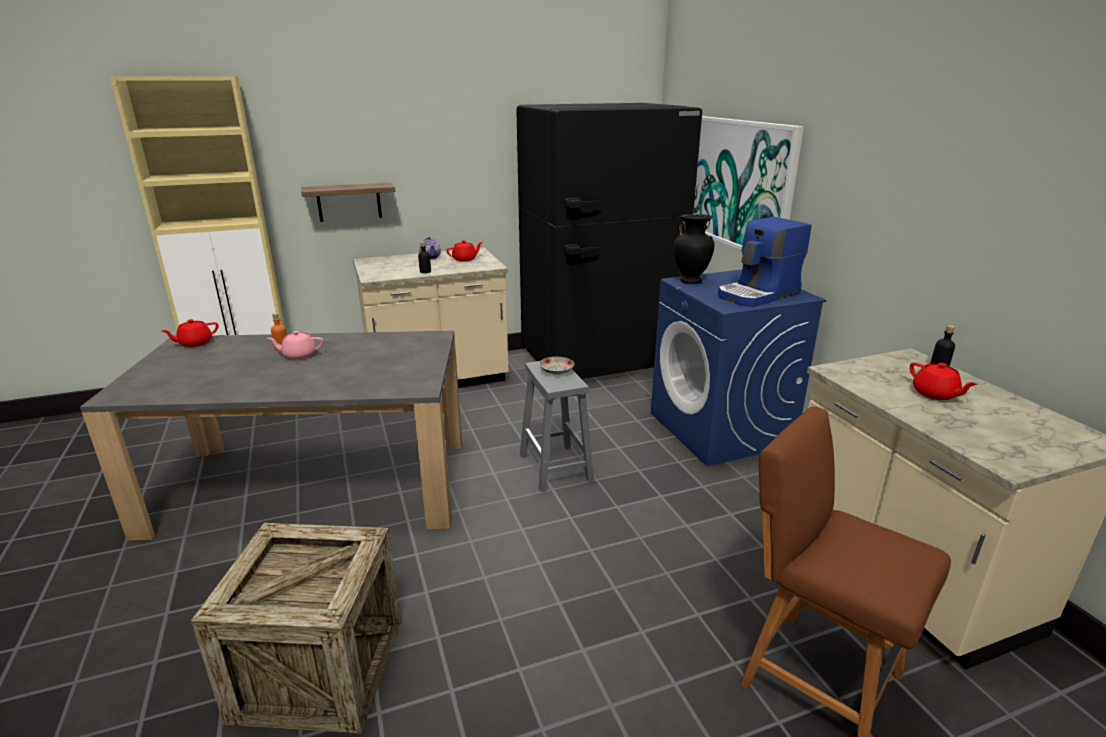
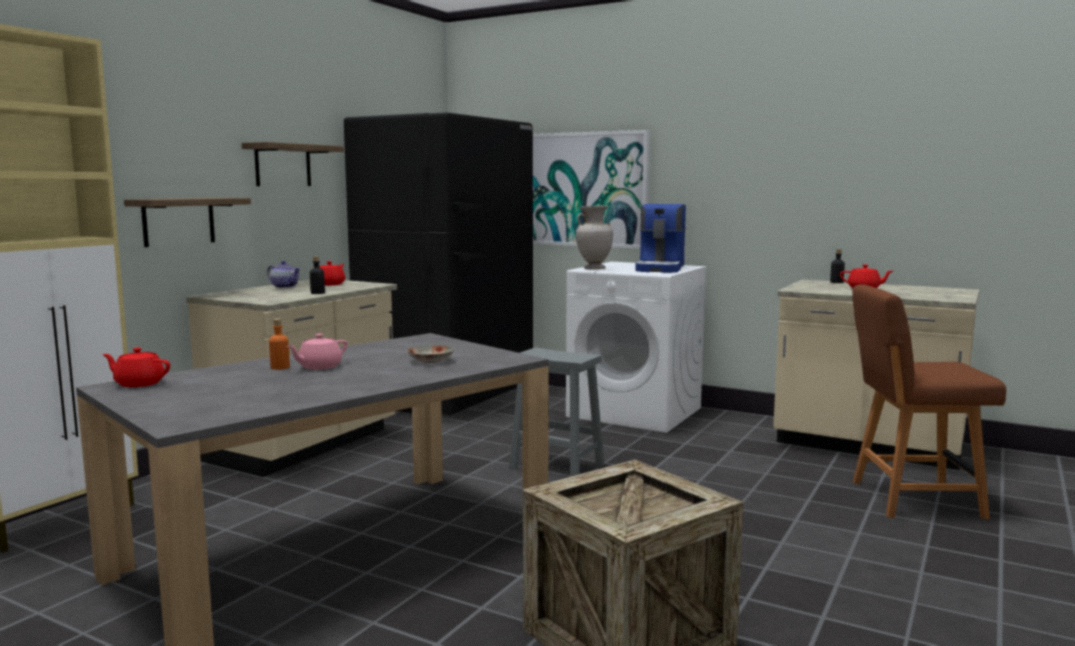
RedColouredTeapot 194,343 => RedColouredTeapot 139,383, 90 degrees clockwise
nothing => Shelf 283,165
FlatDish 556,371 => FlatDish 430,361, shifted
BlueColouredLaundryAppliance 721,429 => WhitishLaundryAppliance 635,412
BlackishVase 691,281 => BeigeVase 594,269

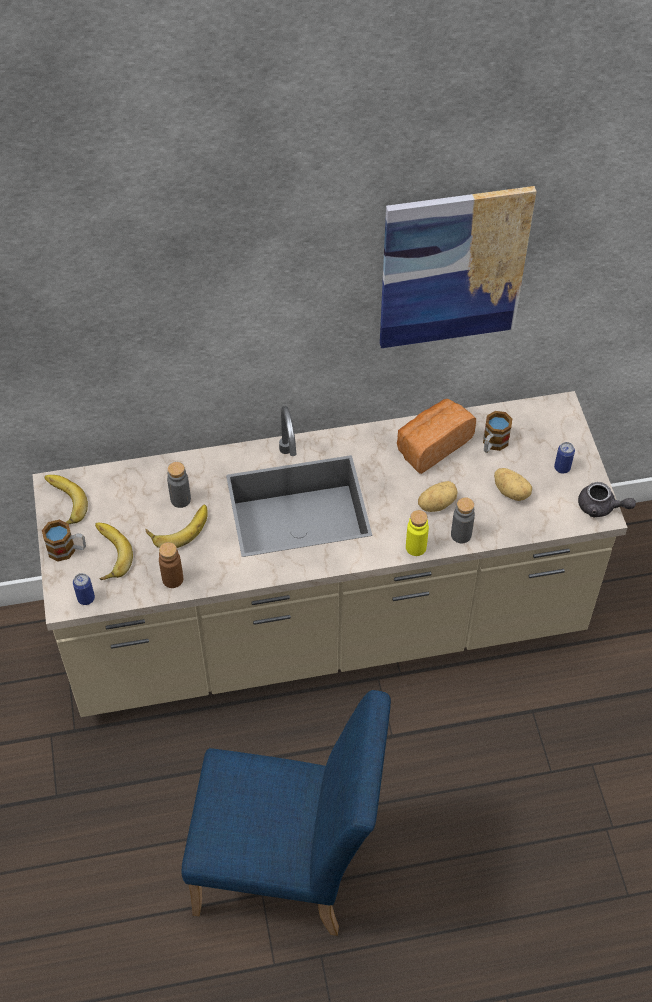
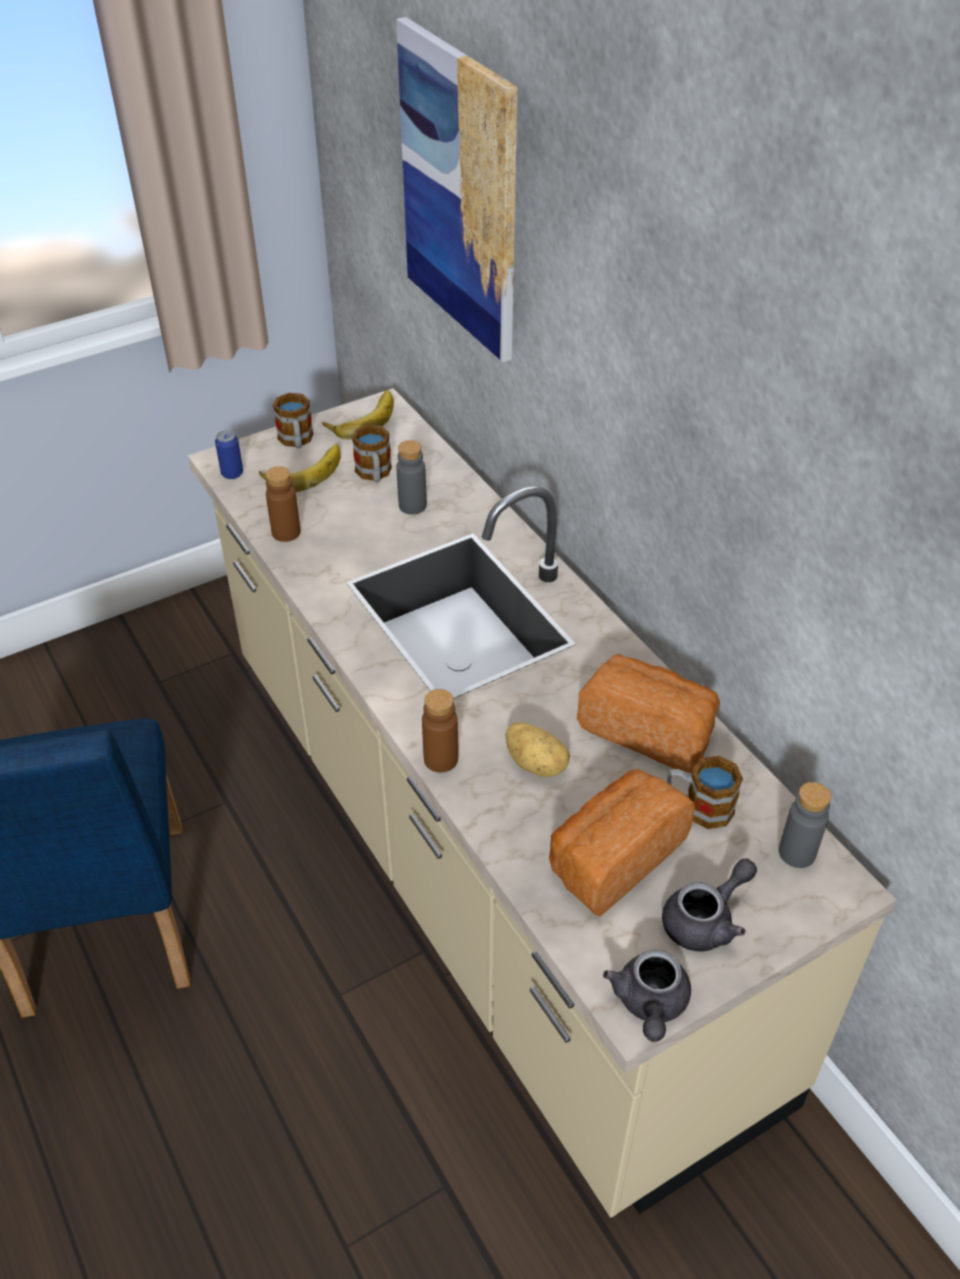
nothing => CoffeeMug 374,474
WallArt 452,268 => WallArt 460,192, shifted
YellowDrinkBottle 416,547 => BrownColouredDrinkBottle 441,759
Potato 511,491 => Bread 613,857
MetalCan 562,468 => GrayTeapot 706,920
GrayDrinkBottle 461,535 => GrayDrinkBottle 797,853, shifted
BananaFruit 178,527 => nothing

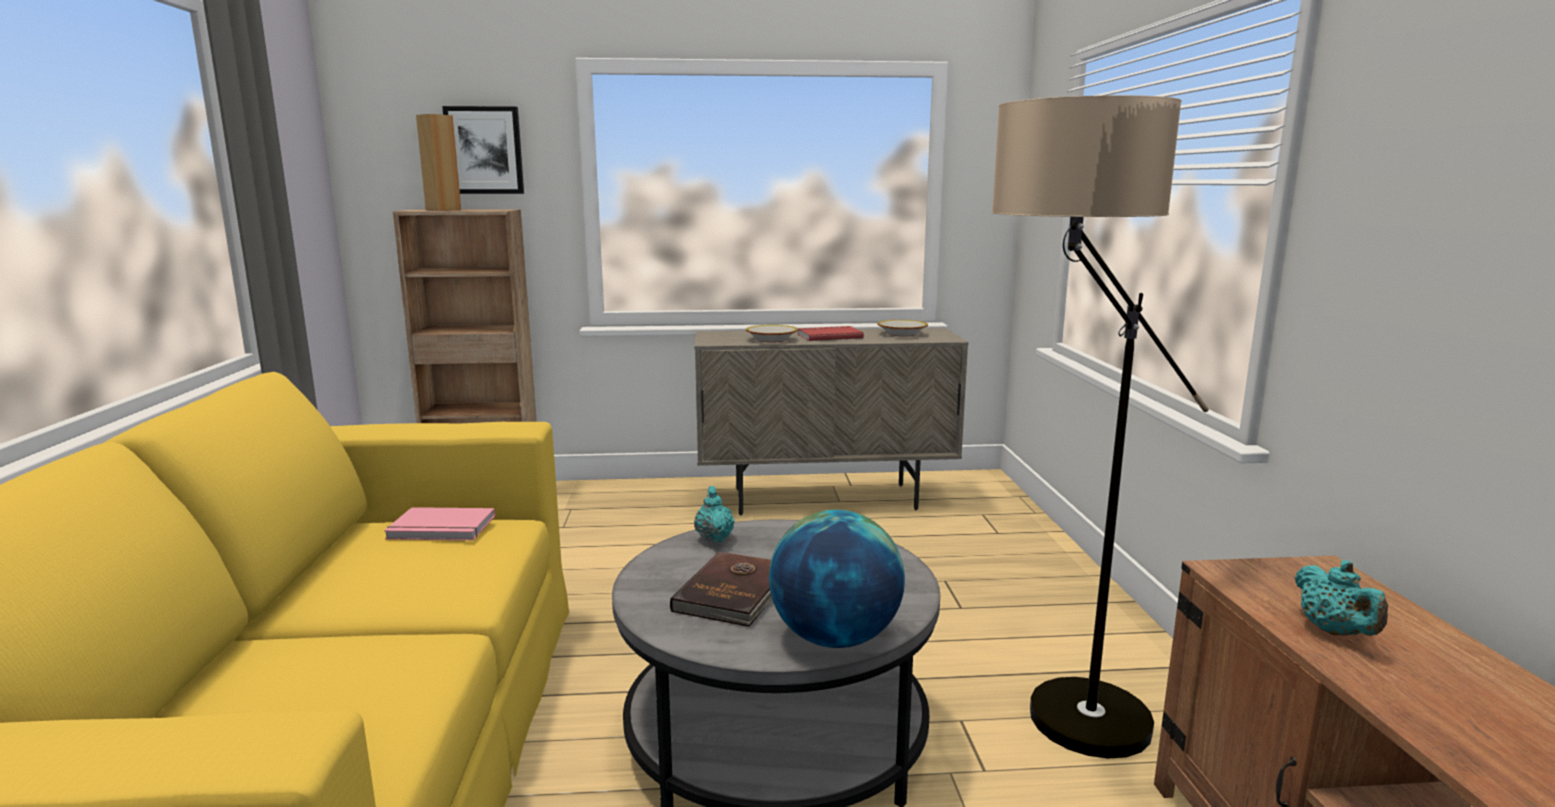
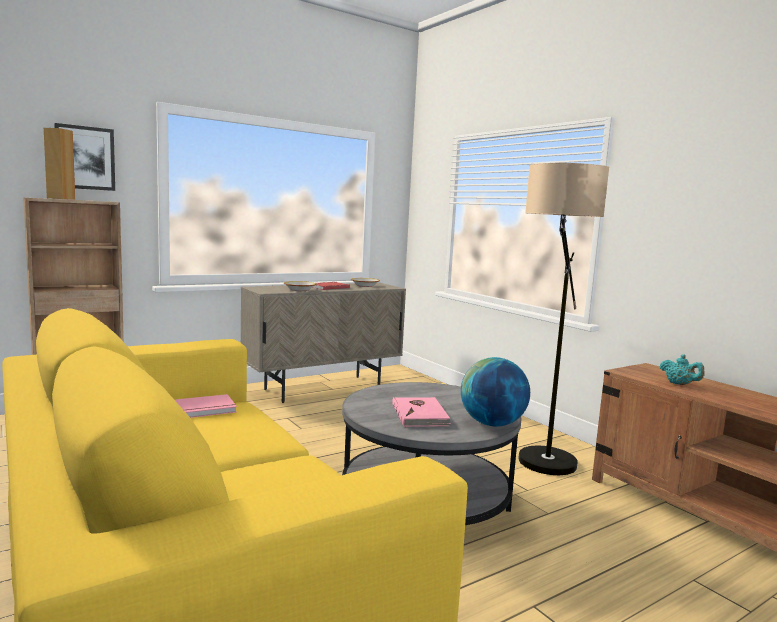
BrownColouredVolume 736,593 => PinkishVolume 421,414
TurquoiseColouredTeapot 714,537 => nothing

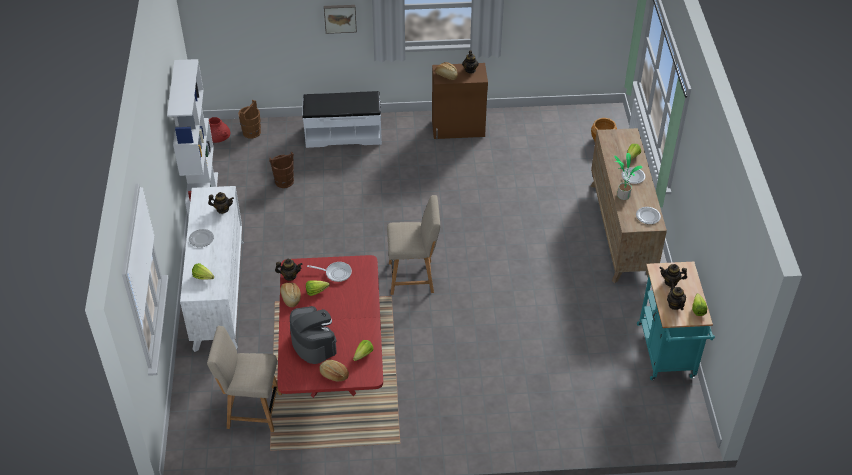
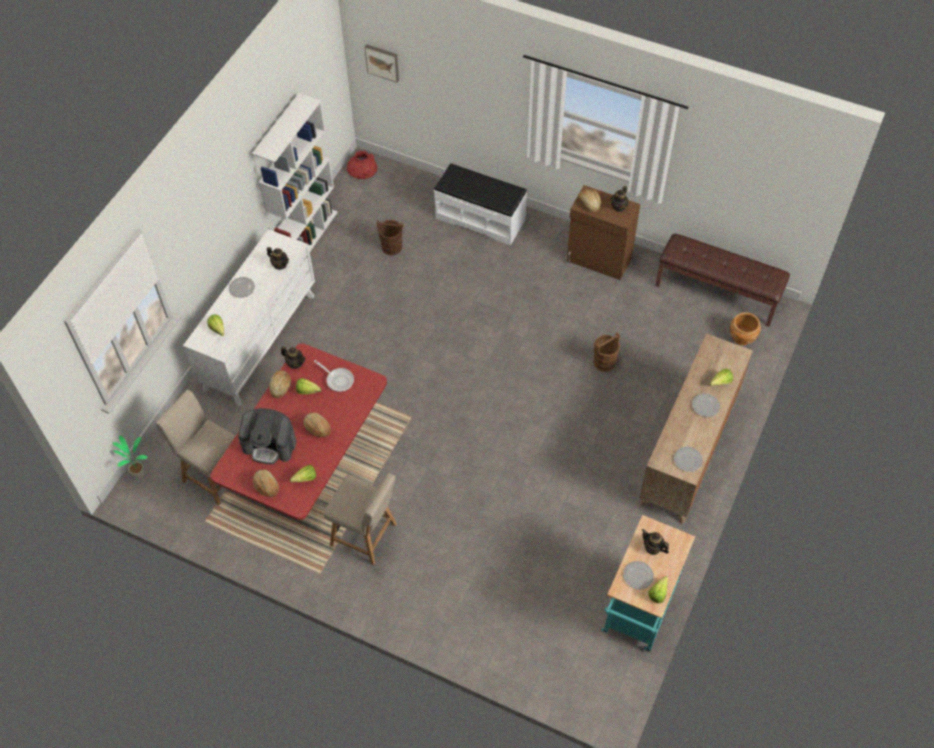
PottedPlant 622,195 => PottedPlant 139,473, shifted
CoffeeBrewer 313,343 => CoffeeBrewer 270,444, 105 degrees clockwise
nothing => Bread 317,428
BeigeChair 414,277 => BeigeChair 366,536, shifted
WallArt 340,18 => WallArt 382,62, shifted
BrownColouredBucket 252,132 => BrownColouredBucket 604,362, shifted
Teapot 675,305 => FlatDish 637,576
nothing => BrownColouredIndoorBench 717,293

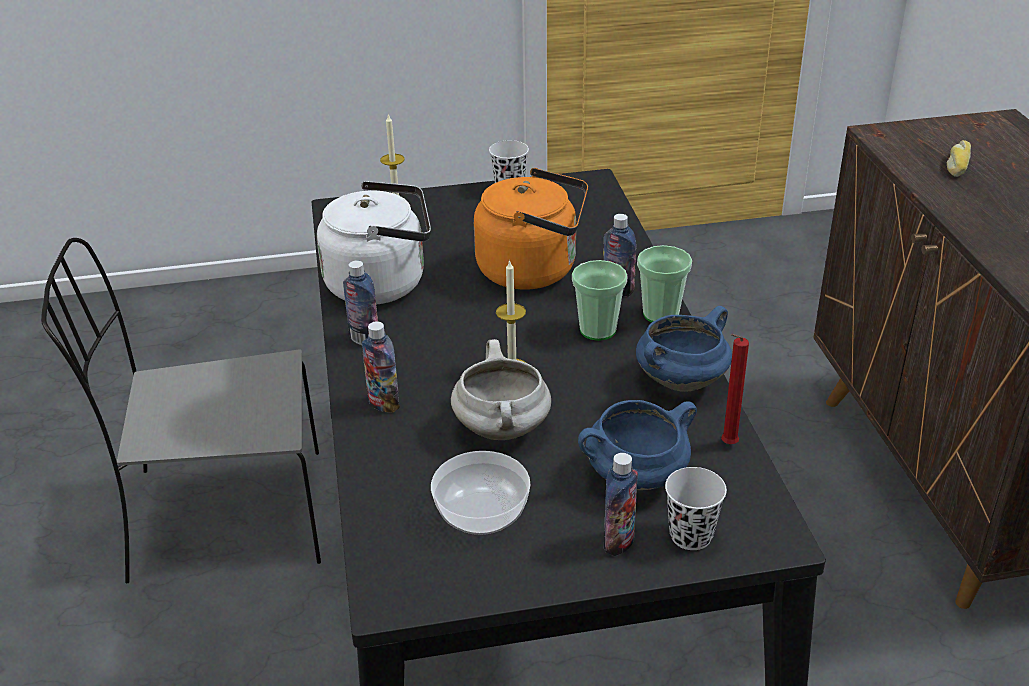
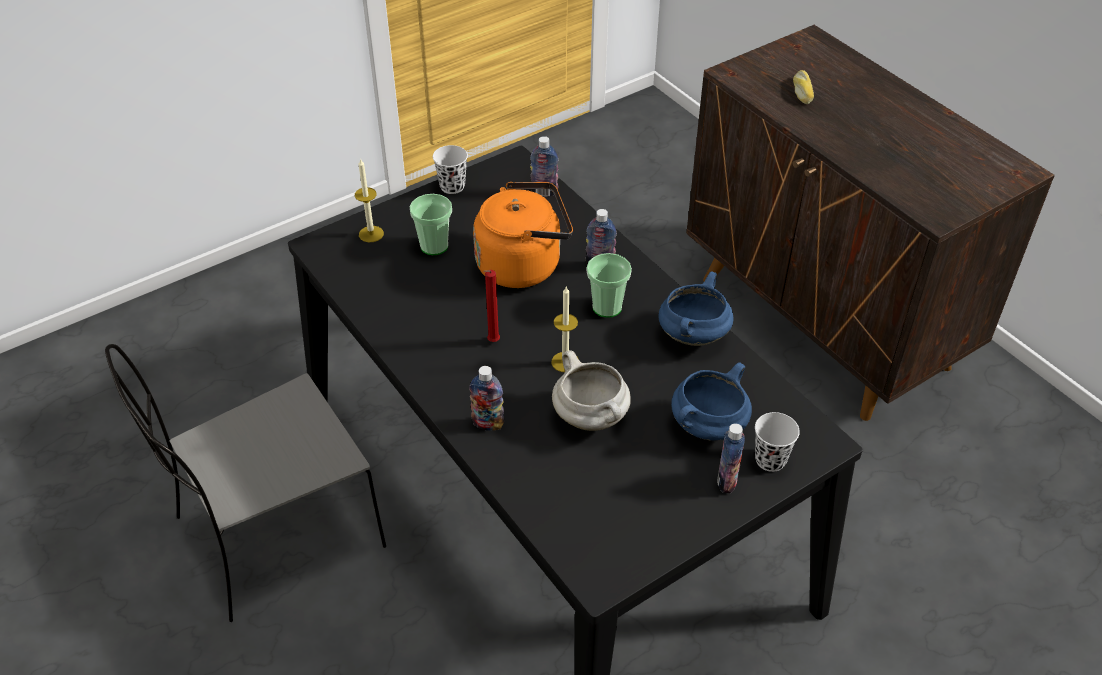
Cup 661,314 => Cup 434,246, shifted
RedColouredWaxCandle 726,445 => RedColouredWaxCandle 492,342, shifted
DrinkBottle 364,339 => DrinkBottle 544,192, shifted
WhitishTeaKettle 382,283 => nothing
ServingBowl 481,513 => nothing

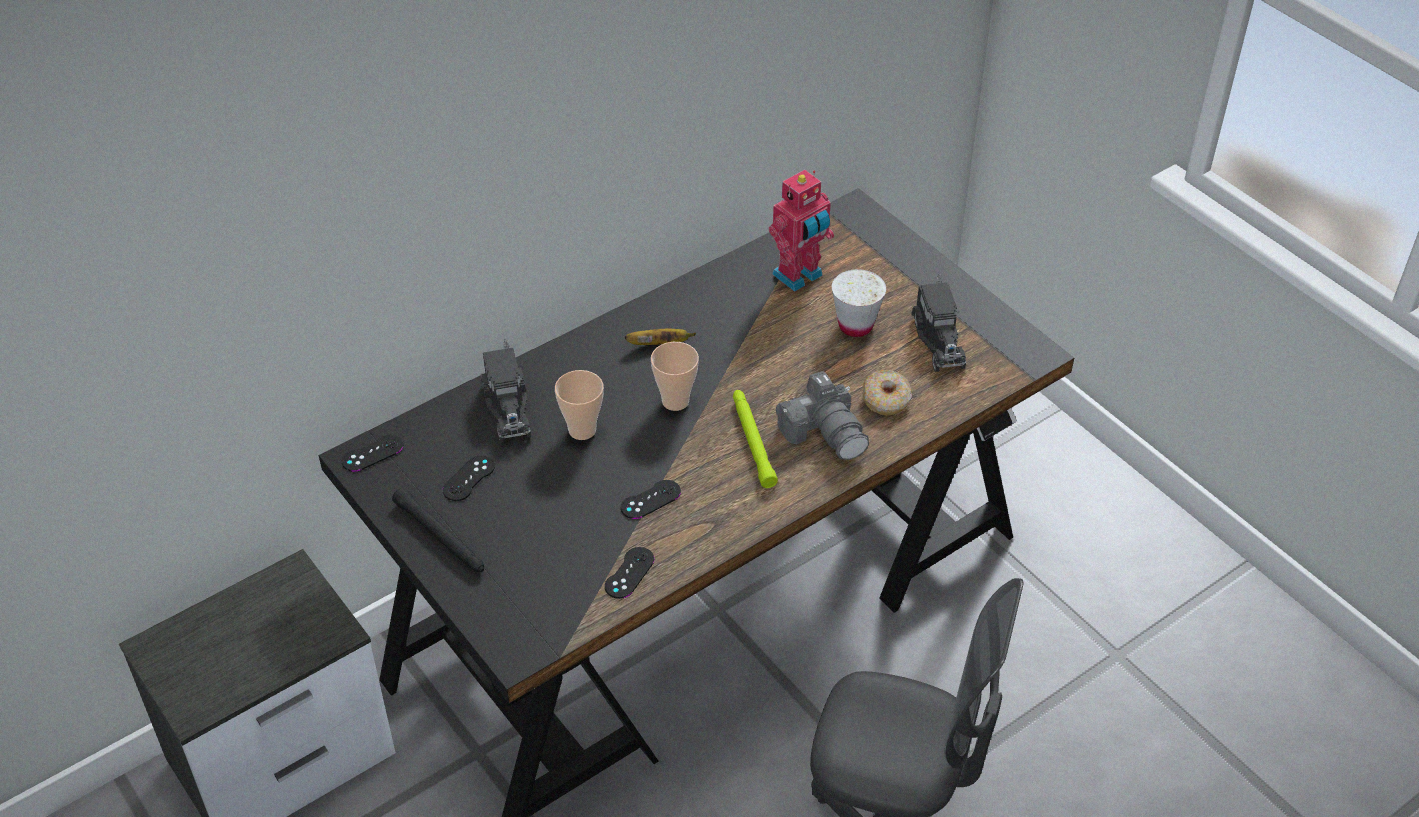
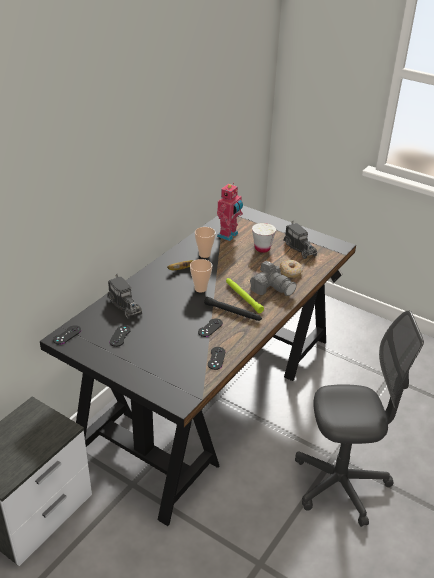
Cup 582,430 => Cup 204,254, shifted
BlackishTorch 440,537 => BlackishTorch 233,312, shifted

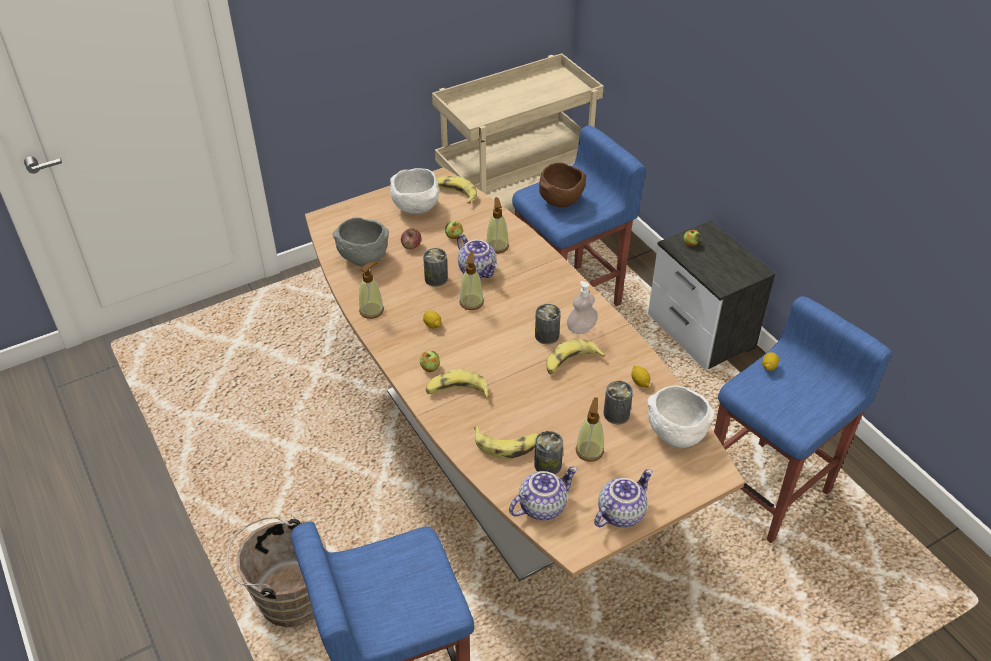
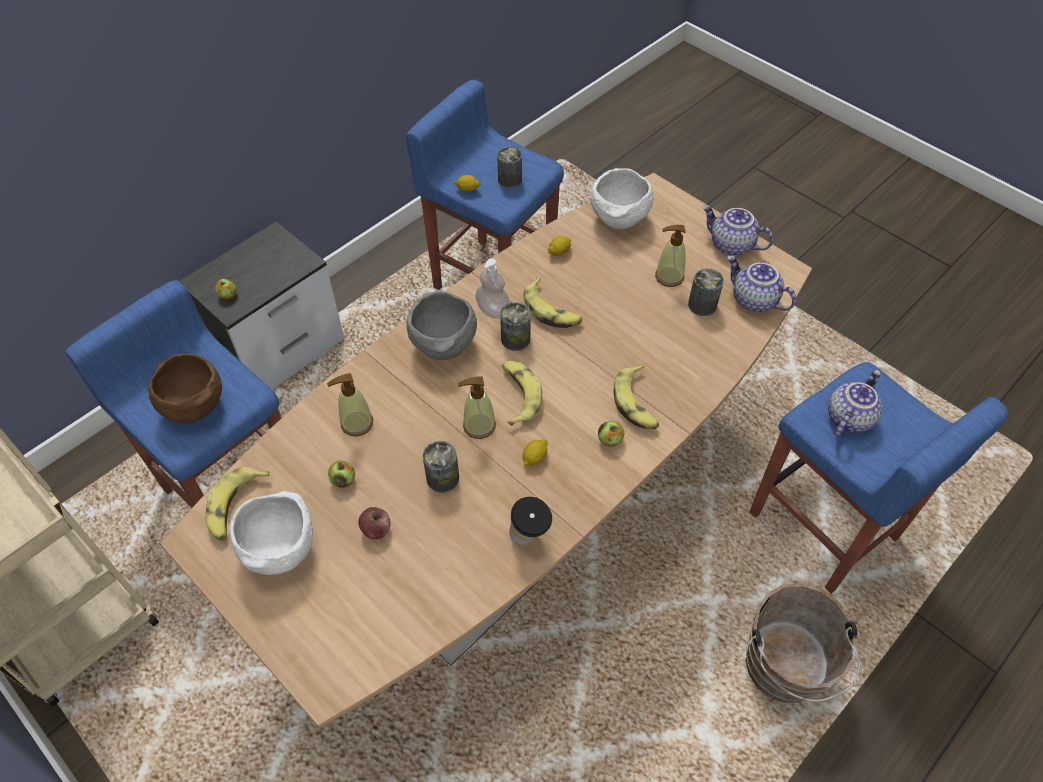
GrayServingBowl 362,259 => GrayServingBowl 444,346, shifted
MetalCan 616,414 => MetalCan 510,180, shifted
BananaFruit 507,444 => BananaFruit 518,395, shifted
SoapBottle 371,310 => Cup 529,537
Teapot 478,270 => Teapot 848,417, shifted

